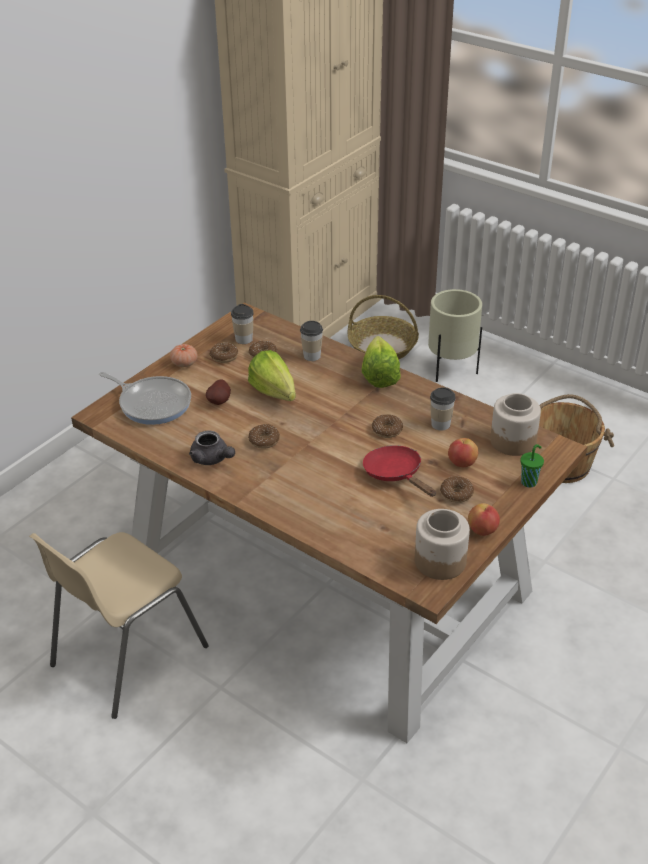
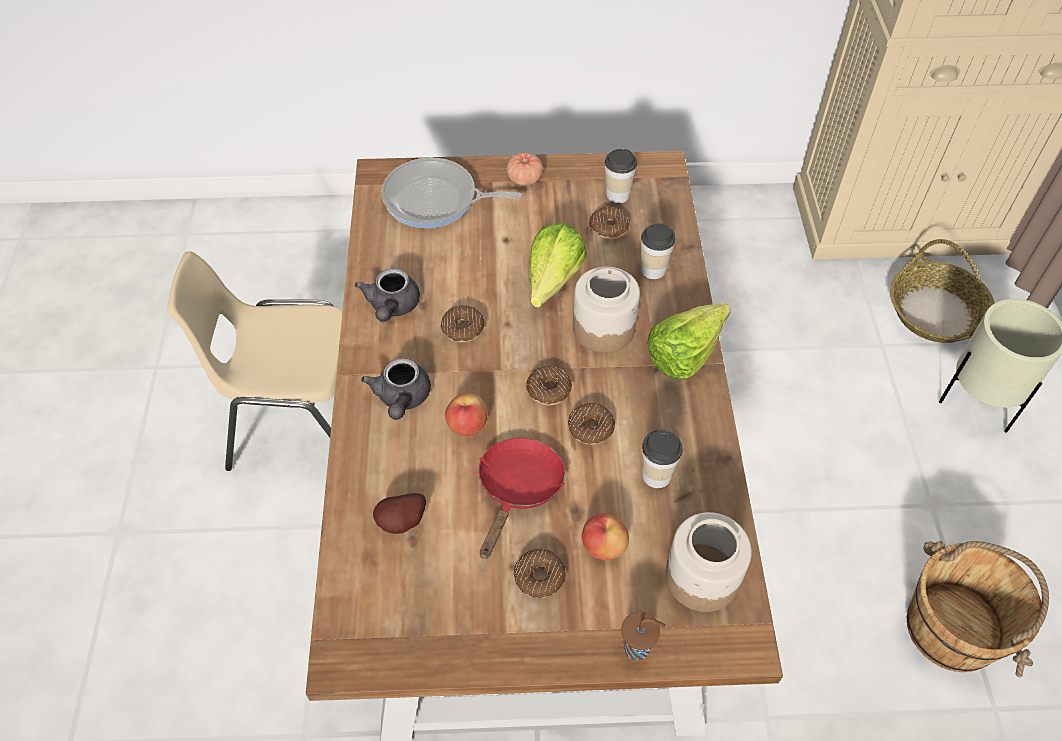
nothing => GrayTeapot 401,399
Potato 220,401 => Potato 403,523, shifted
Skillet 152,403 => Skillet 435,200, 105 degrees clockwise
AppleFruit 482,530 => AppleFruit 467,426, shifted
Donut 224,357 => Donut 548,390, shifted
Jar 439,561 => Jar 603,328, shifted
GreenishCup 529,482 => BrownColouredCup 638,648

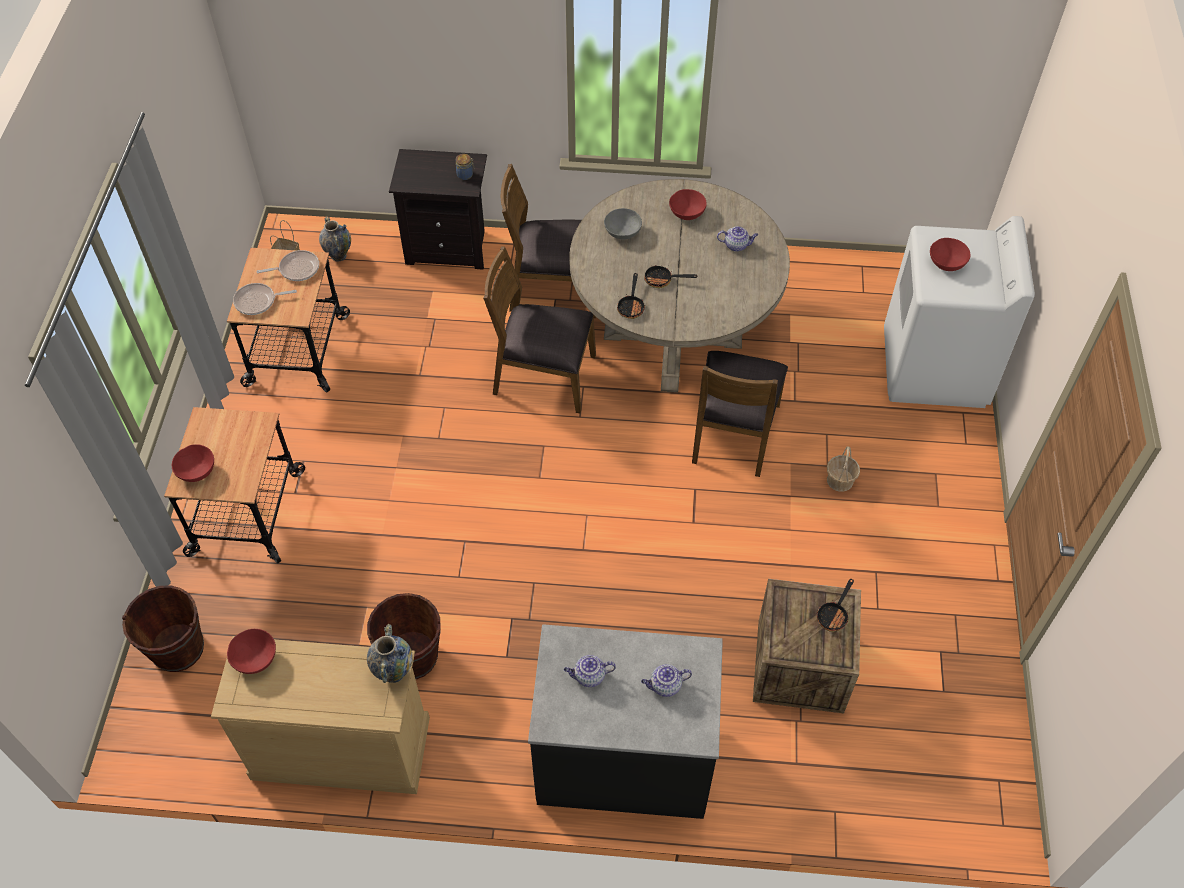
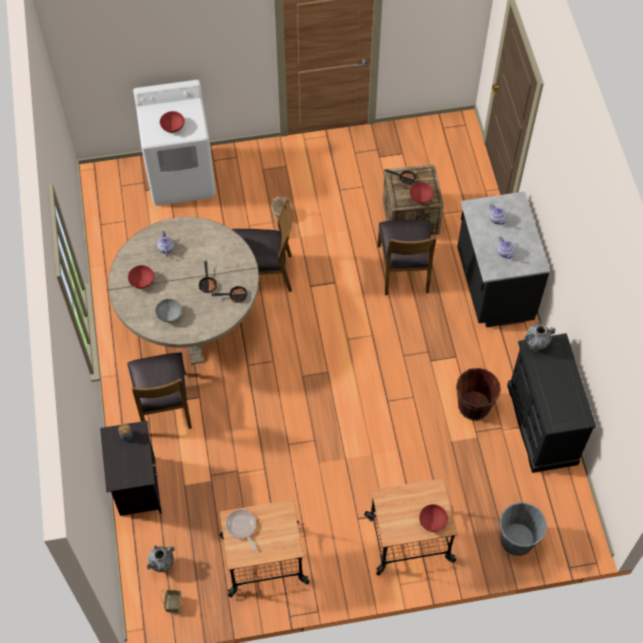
BrownColouredChair 543,376 => BrownColouredChair 404,269, shifted
RedColouredServingBowl 255,659 => RedColouredServingBowl 421,198, shifted
BrownColouredBucket 178,648 => GrayBucket 517,540
BeigeDrawerChest 341,747 => BlackishDrawerChest 541,424
Skillet 258,301 => nothing

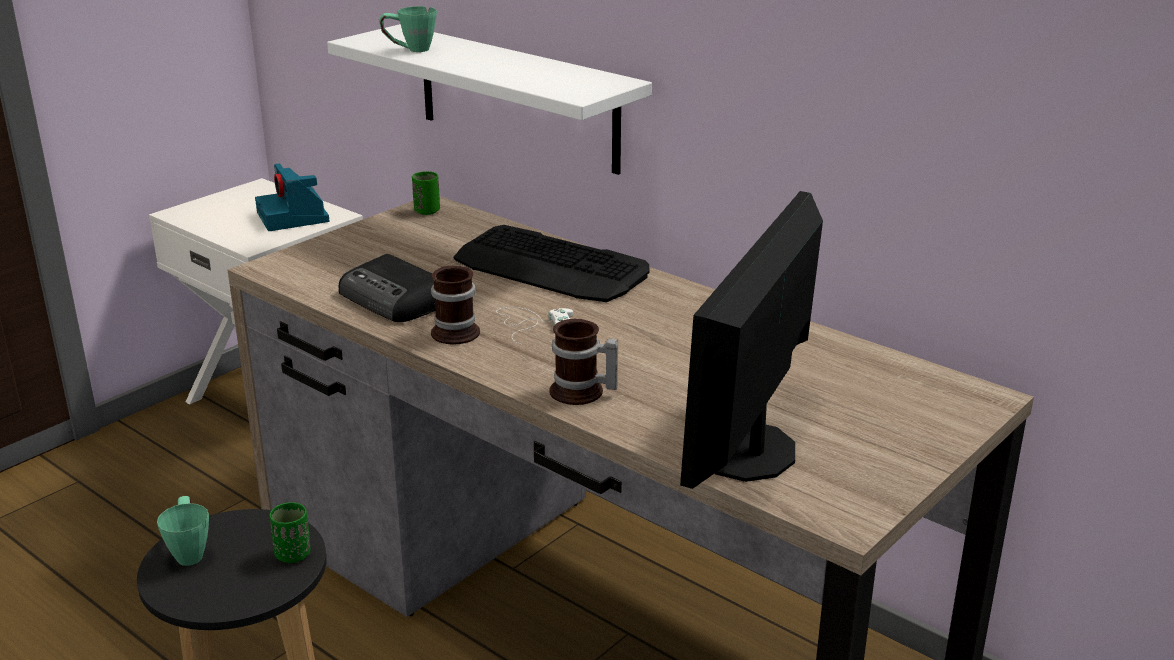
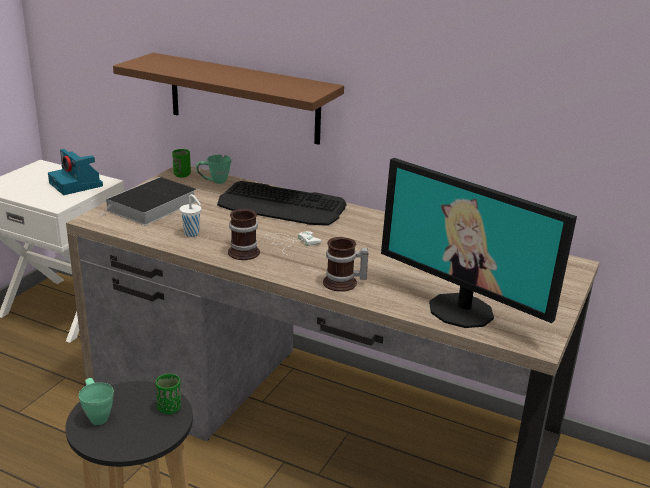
nothing => Volume 151,207
WhitishShelf 517,98 => BrownColouredShelf 243,98
Radio 395,300 => WhitishCup 192,234
GreenishCoffeeMug 409,50 => GreenishCoffeeMug 214,182, shifted
ComputerScreen 749,452 => ComputerScreen 462,310, 60 degrees counterclockwise

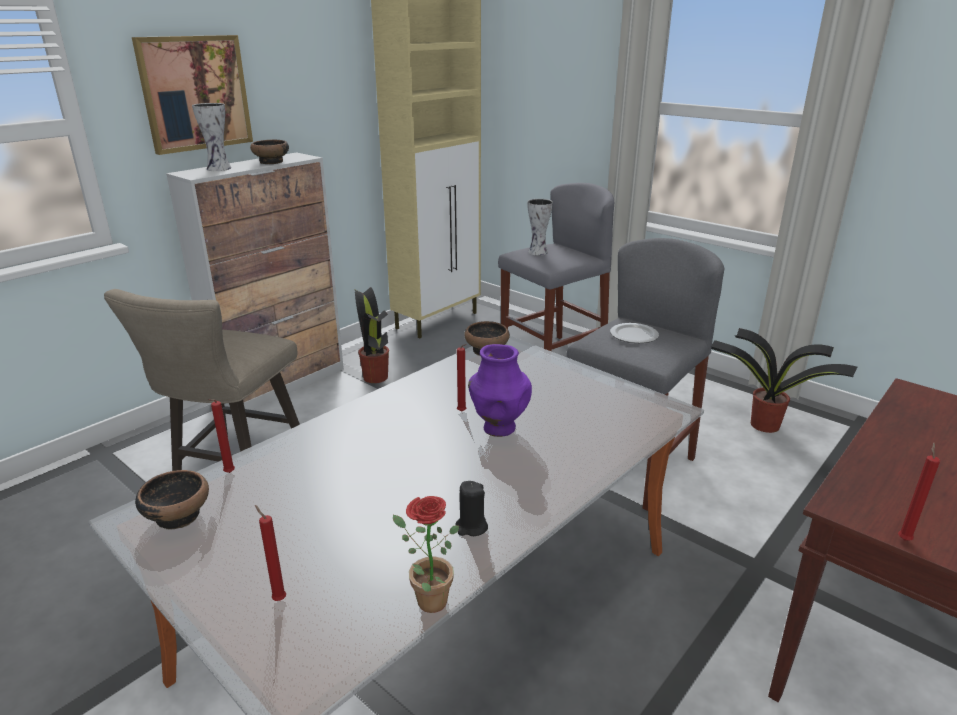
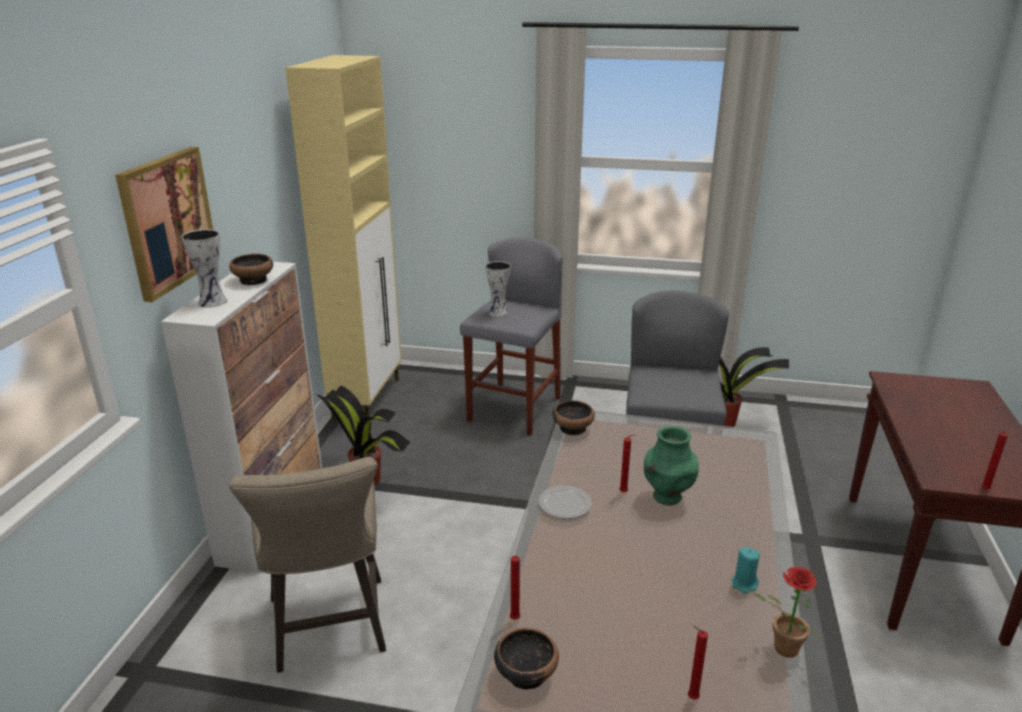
FlatDish 634,335 => FlatDish 565,504, shifted
PurplishVase 498,428 => GreenishVase 667,497
BlackishWaxCandle 471,527 => TurquoiseColouredWaxCandle 744,584

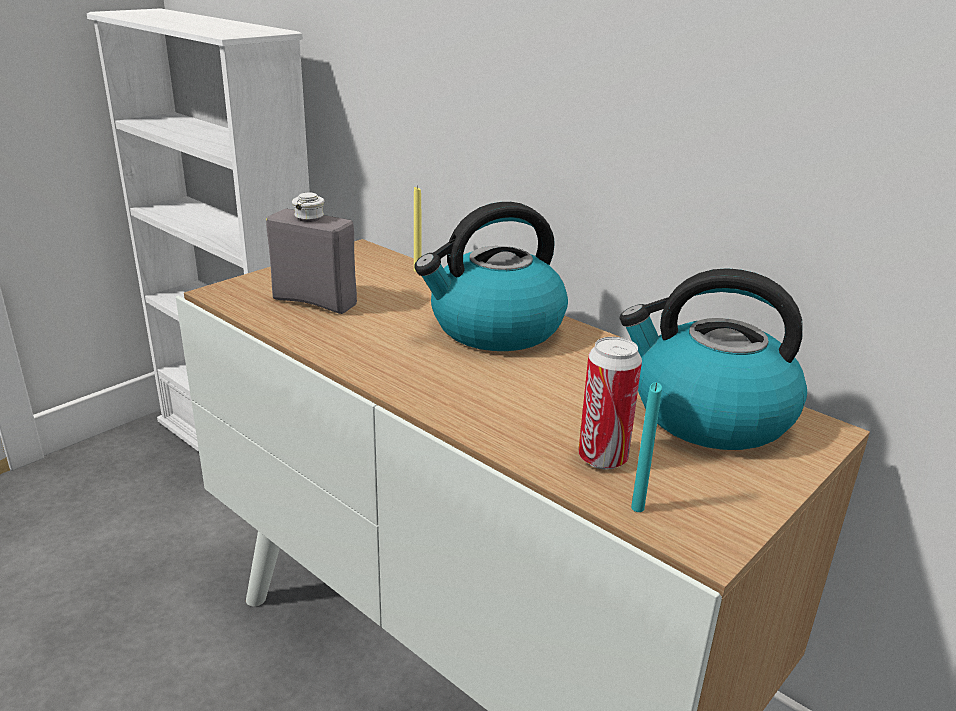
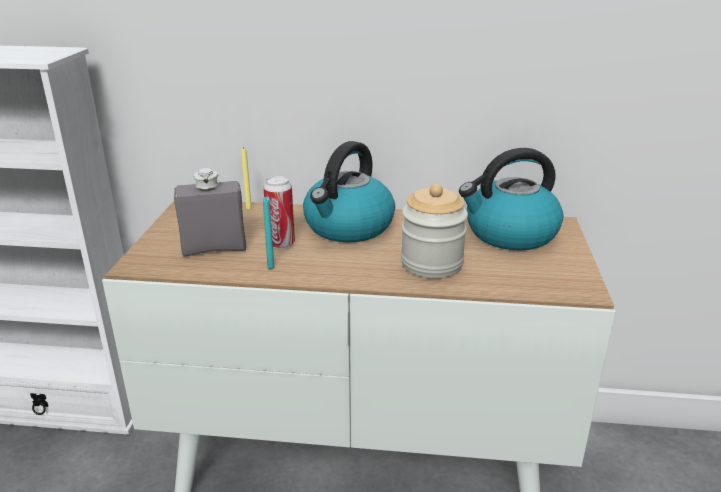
MetalCan 602,458 => MetalCan 281,244, shifted
TurquoiseColouredWaxCandle 637,508 => TurquoiseColouredWaxCandle 271,267, shifted
nothing => Jar 431,263

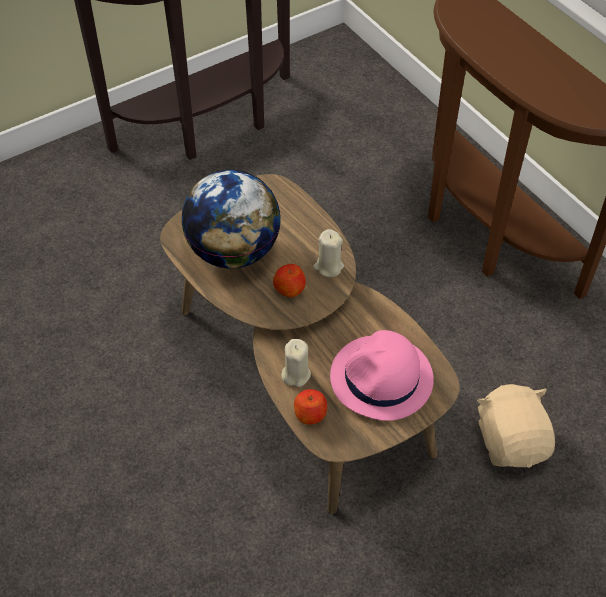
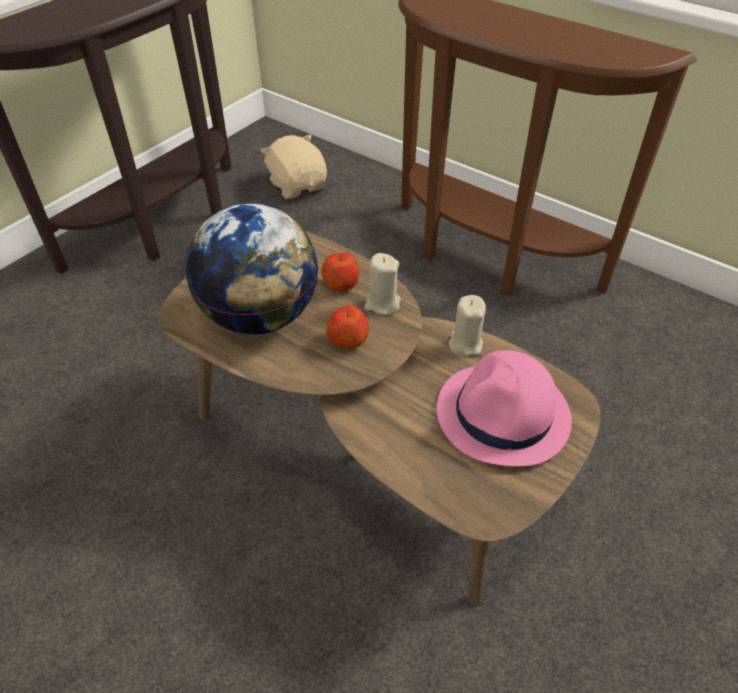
BeigePlushToy 511,441 => BeigePlushToy 298,185, shifted
AppleFruit 310,414 => AppleFruit 341,284, shifted
BeigeWaxCandle 296,374 => BeigeWaxCandle 465,344, shifted

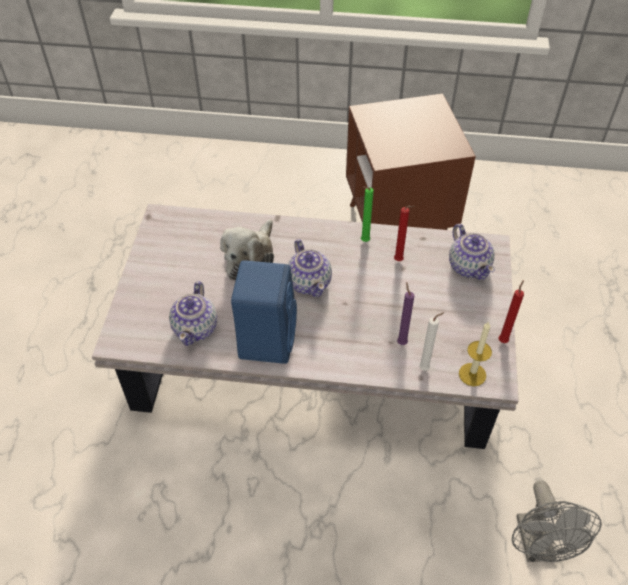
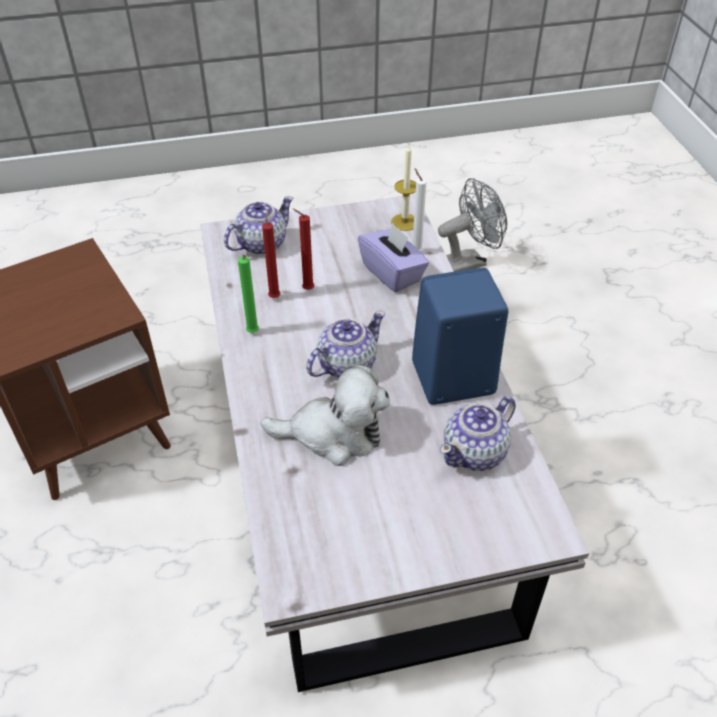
RedColouredWaxCandle 503,340 => RedColouredWaxCandle 306,289, shifted
PurplishWaxCandle 401,341 => PurplishTissueBox 392,273
Teapot 196,328 => Teapot 476,452, 150 degrees clockwise

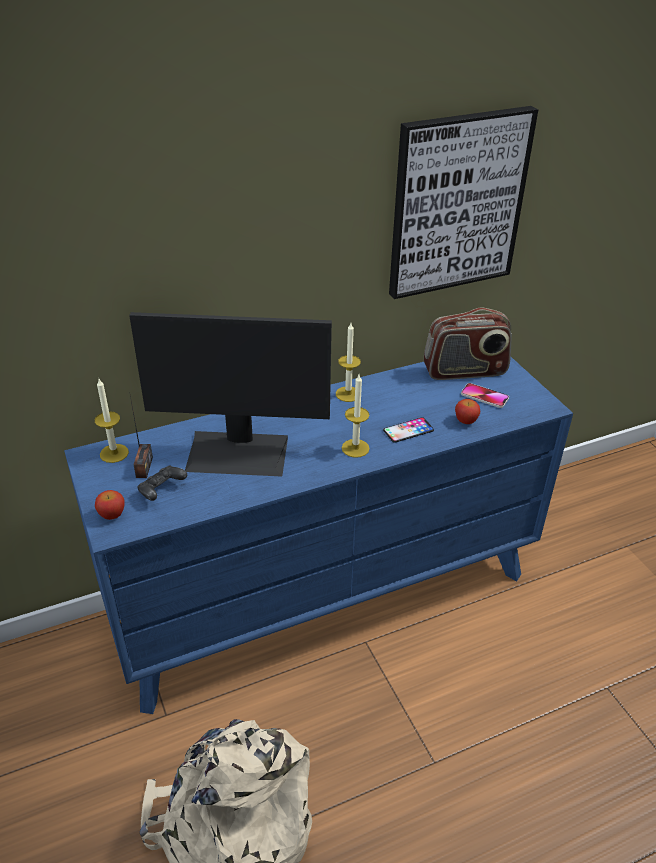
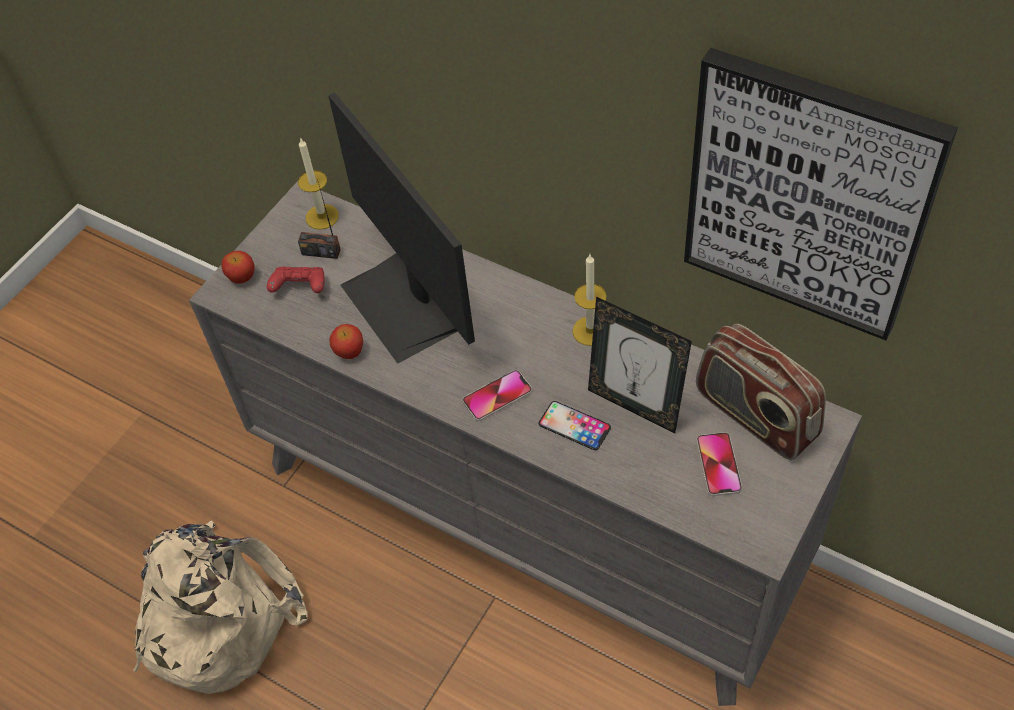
BlueColouredDrawerChest 325,595 => GrayDrawerChest 525,518
BlackishGameController 162,491 => RedColouredGameController 300,288
Radio 144,467 => Radio 321,251, 45 degrees clockwise
AppleFruit 465,421 => AppleFruit 349,351, shifted
WaxCandle 355,448 => Phone 497,396
nothing => PictureFrame 635,405

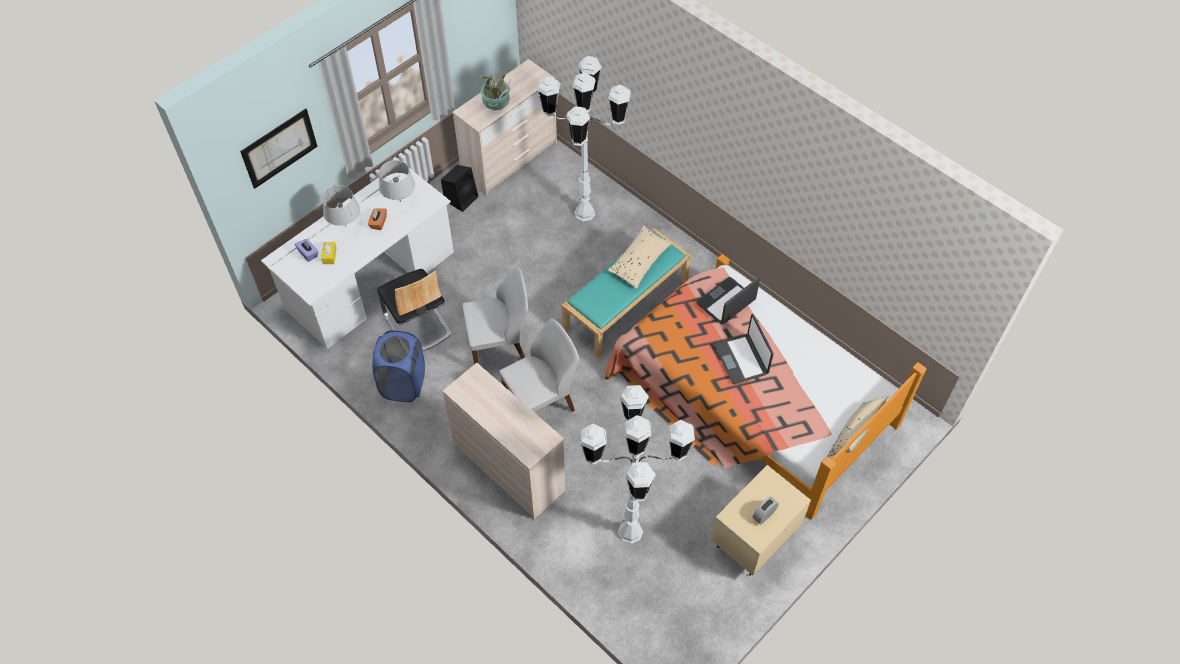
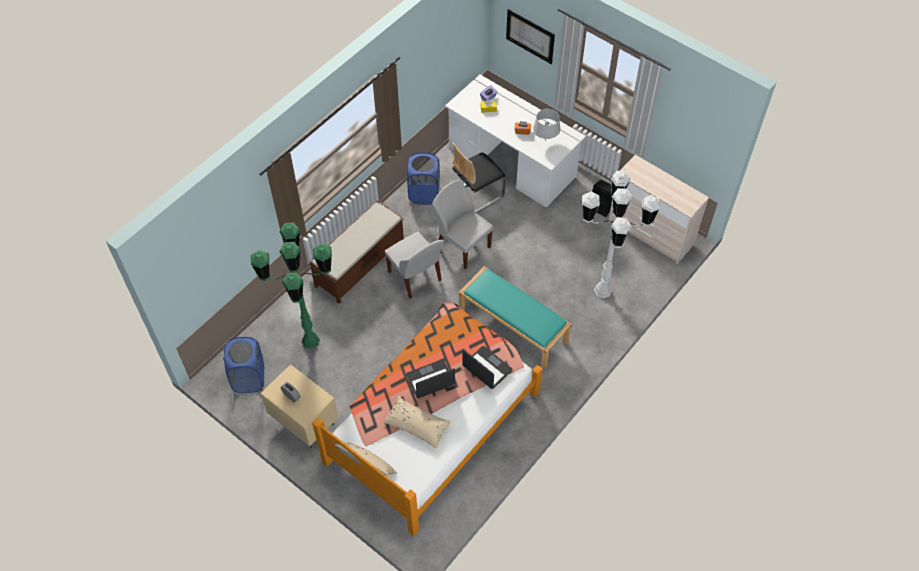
nothing => BlueColouredWashingBasket 249,378
WhitishStandingLamp 630,532 => GreenishStandingLamp 310,340
BeigeDrawerChest 509,467 => BrownColouredIndoorBench 360,263
BeigeThrowPillow 639,261 => BeigeThrowPillow 417,425, shifted
WhitishChair 499,346 => WhitishChair 463,246, 150 degrees clockwise
GrayTabletopLamp 346,226 => nothing
PottedPlant 496,102 => nothing

